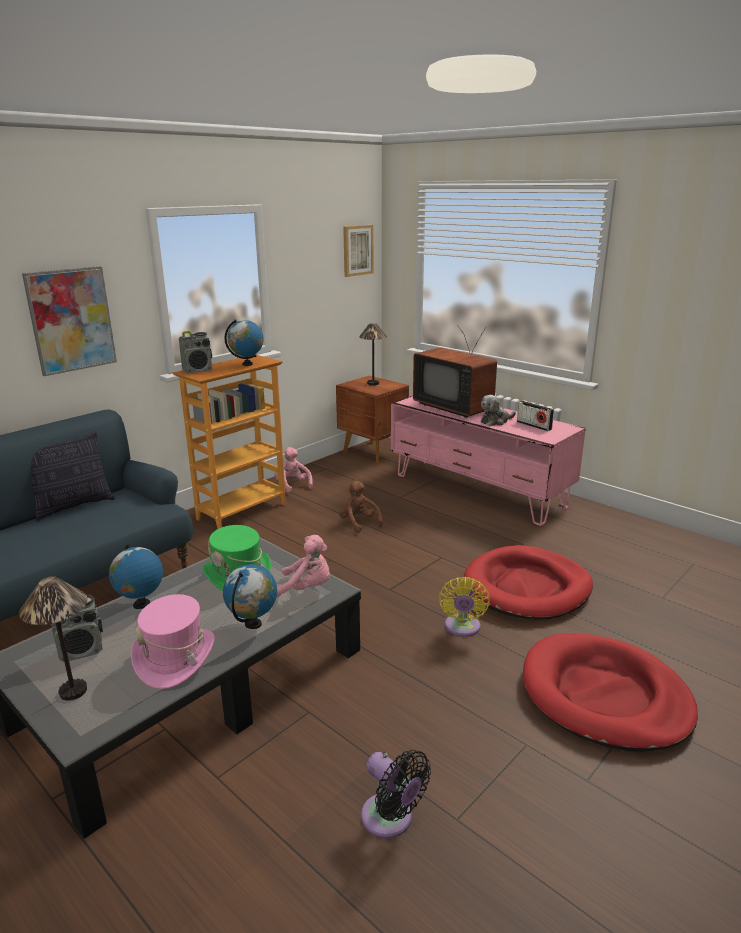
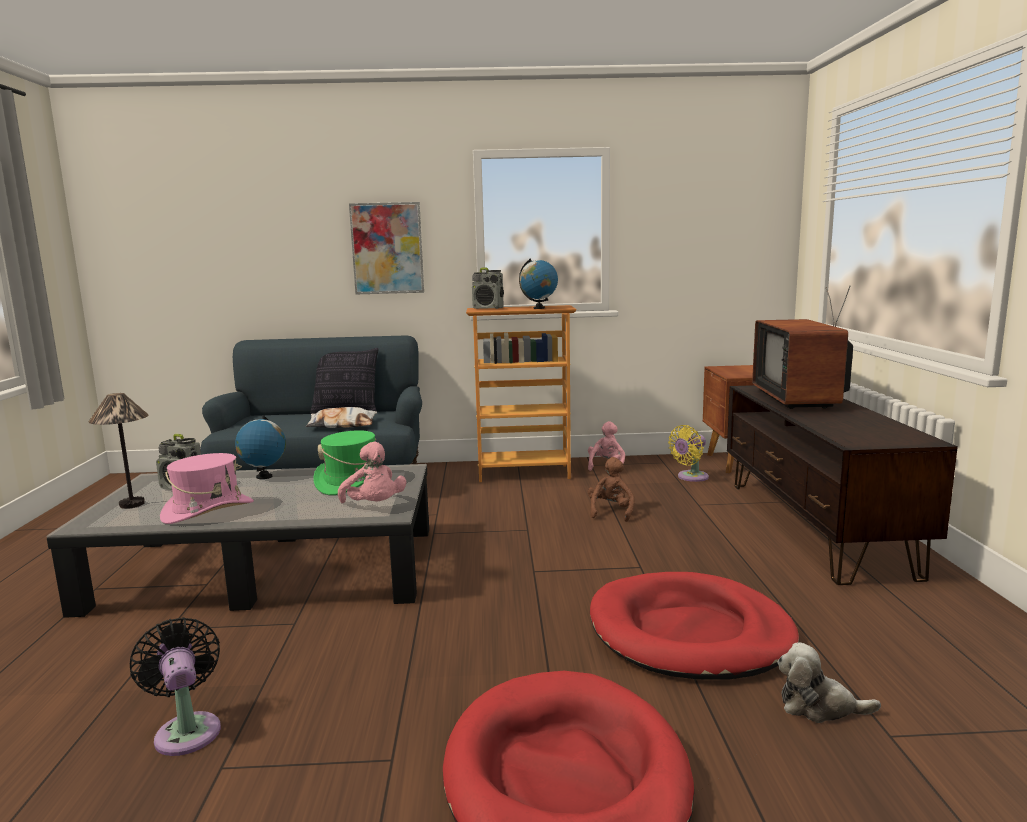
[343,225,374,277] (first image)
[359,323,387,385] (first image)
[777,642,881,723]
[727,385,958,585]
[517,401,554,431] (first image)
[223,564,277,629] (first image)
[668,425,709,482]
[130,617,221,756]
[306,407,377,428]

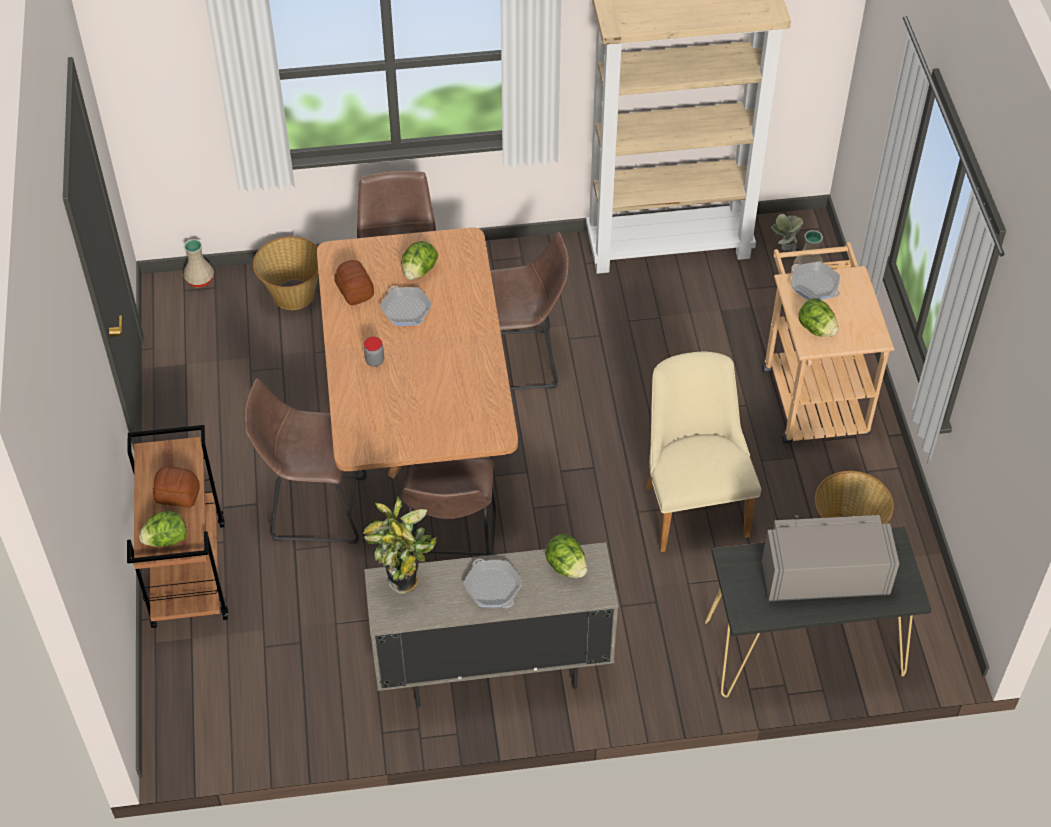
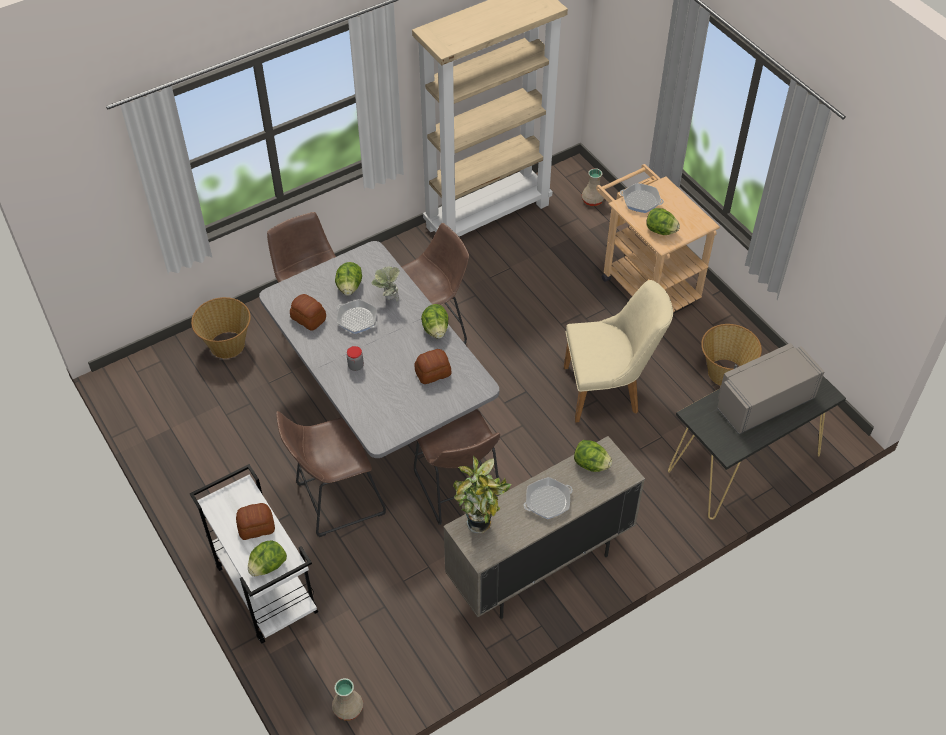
[371,266,400,301]
[259,241,499,458]
[332,678,363,720]
[564,280,673,423]
[190,464,318,644]
[524,477,573,519]
[421,304,449,339]
[414,349,452,384]

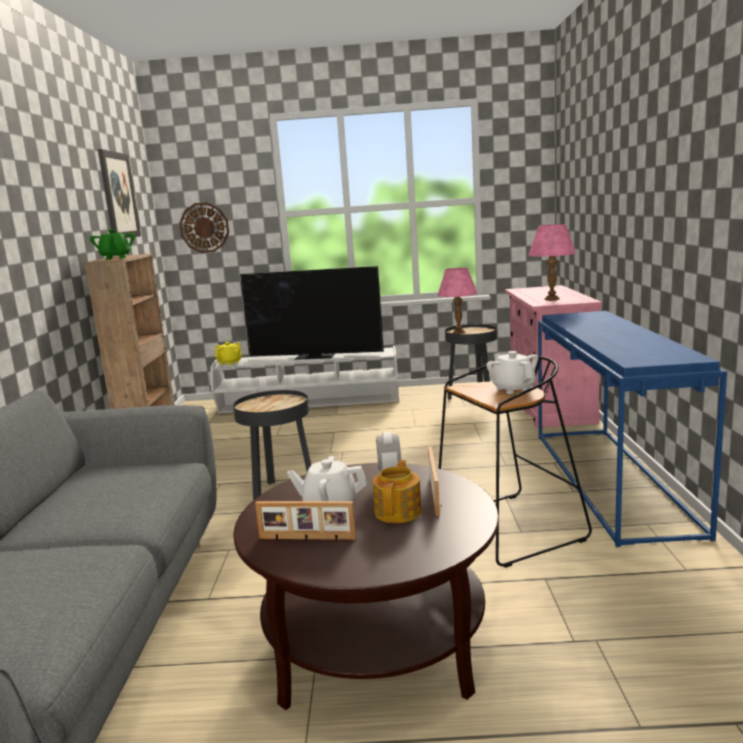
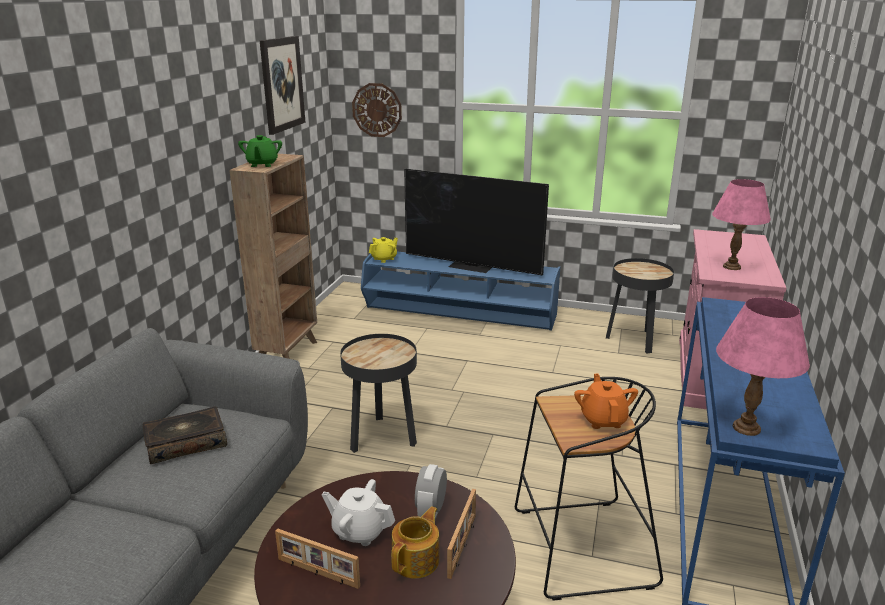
[716,297,810,436]
[361,252,560,331]
[574,374,638,429]
[143,406,227,464]

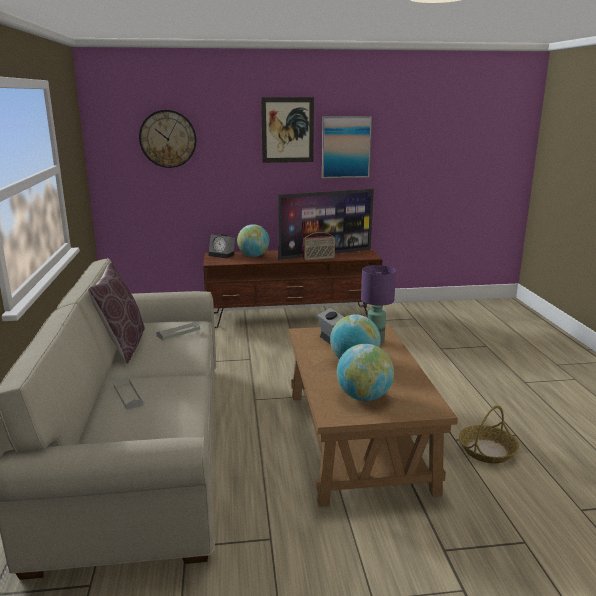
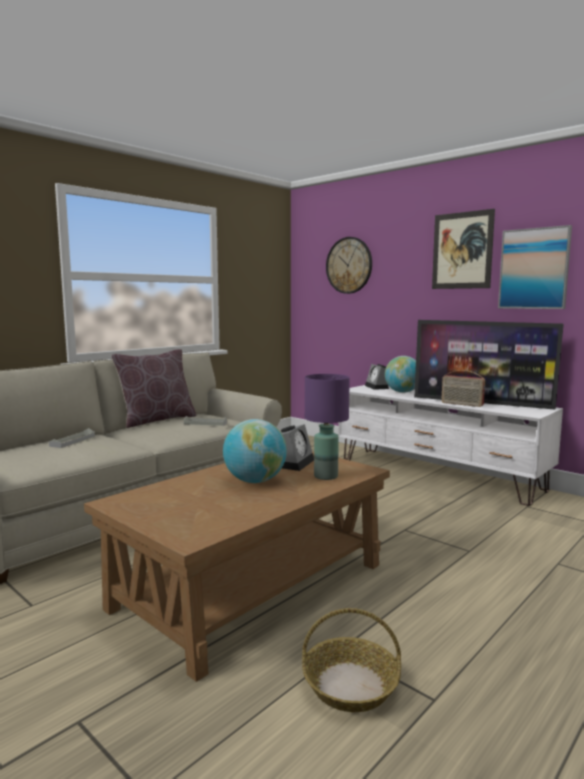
[338,385,563,506]
[337,344,394,401] (first image)

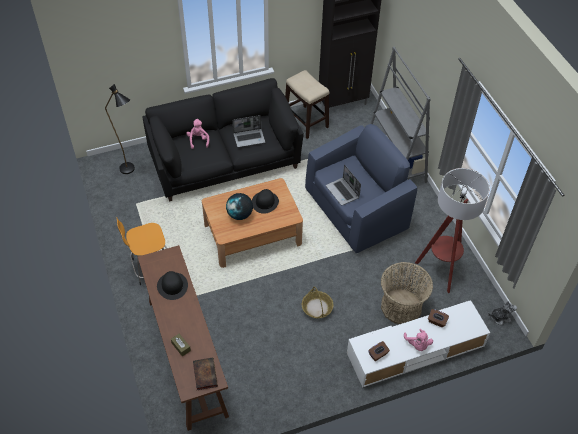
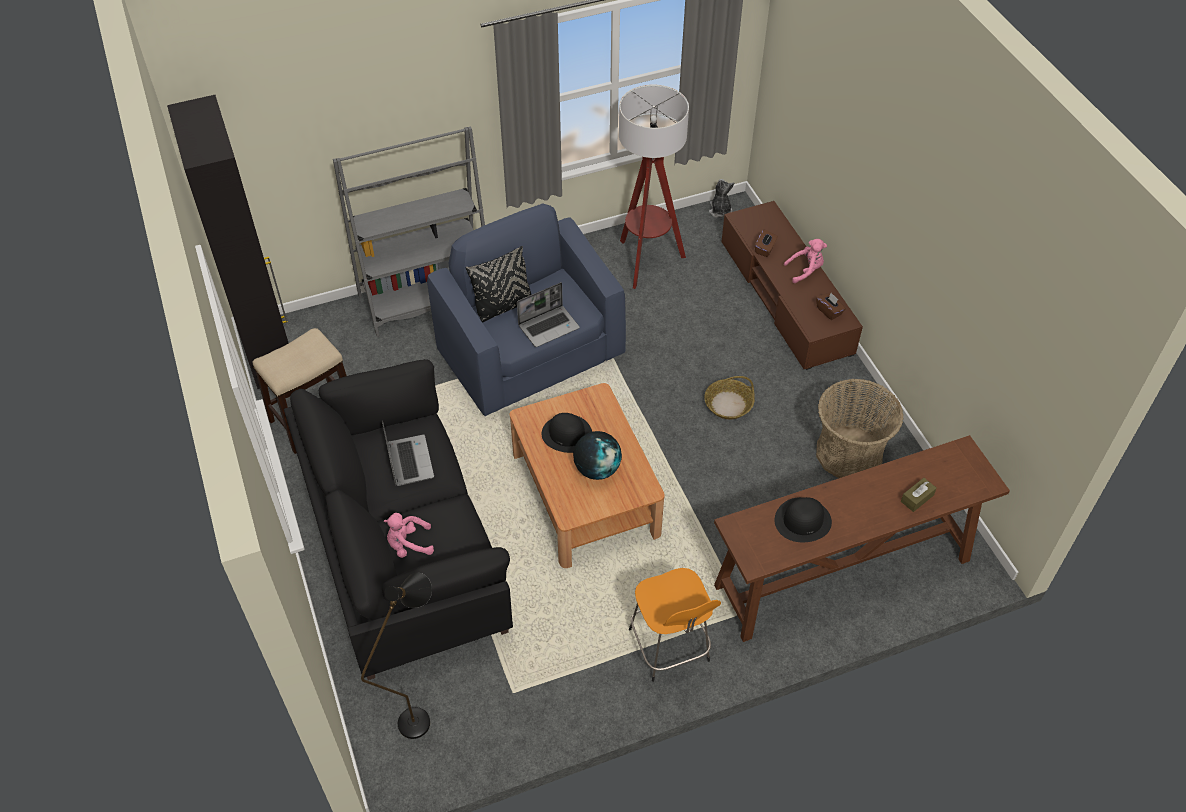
[816,379,904,478]
[721,201,863,370]
[193,357,218,390] (first image)
[466,246,531,323]

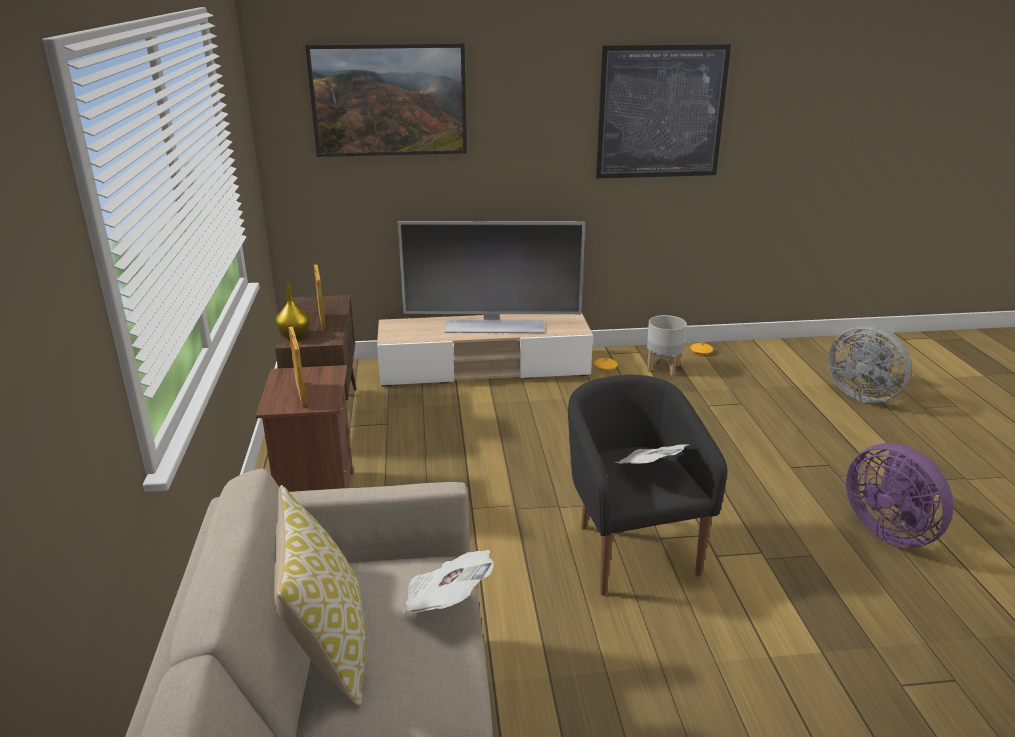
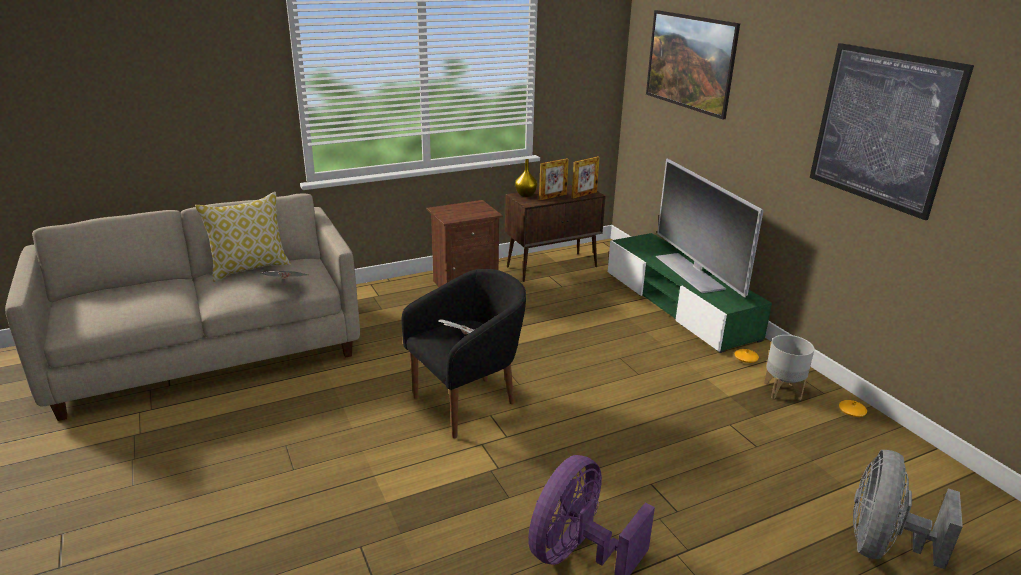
[608,233,772,353]
[572,156,600,199]

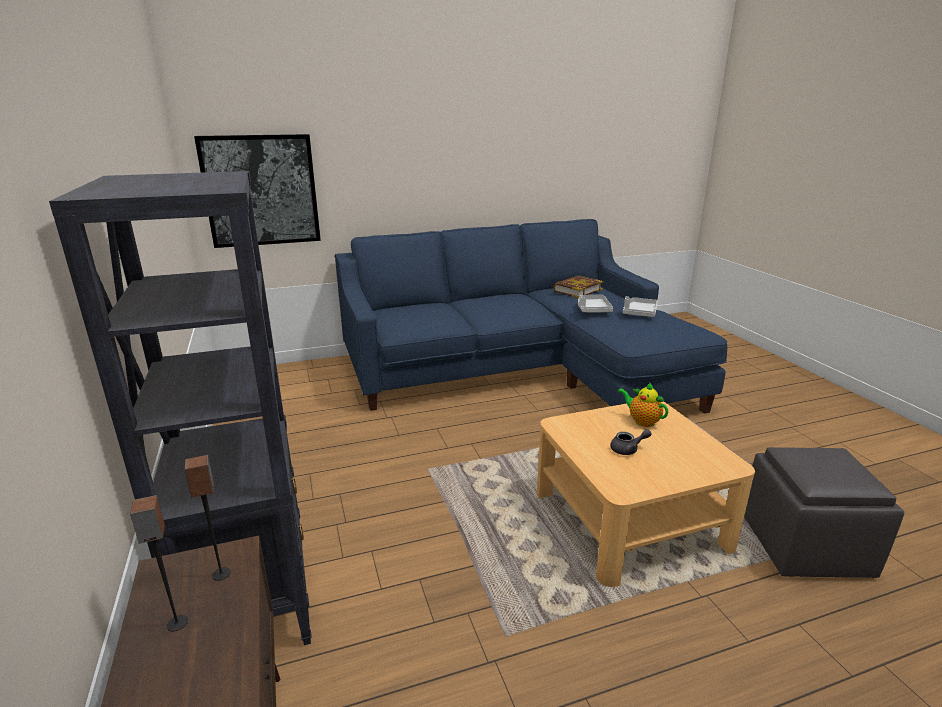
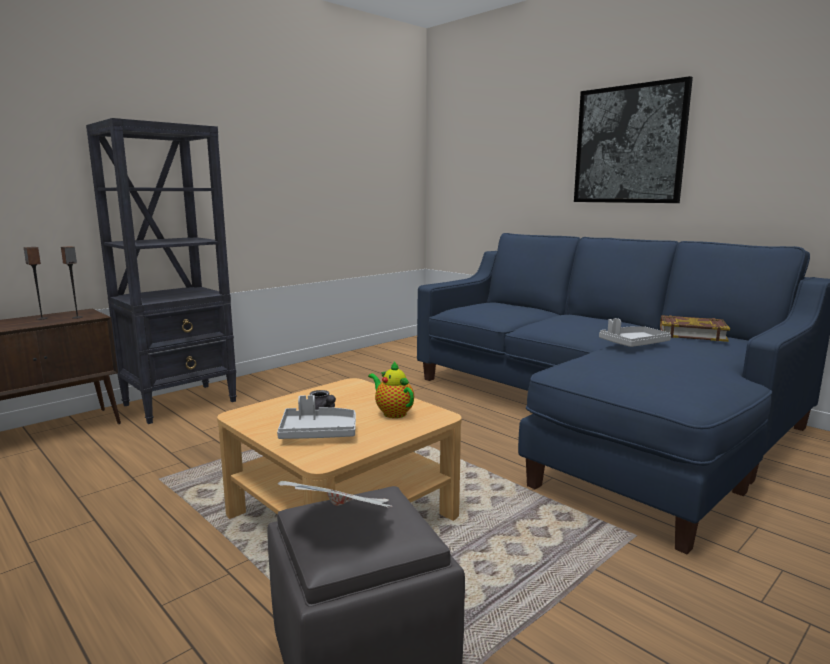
[574,76,693,203]
[277,395,356,439]
[368,361,414,418]
[278,481,392,508]

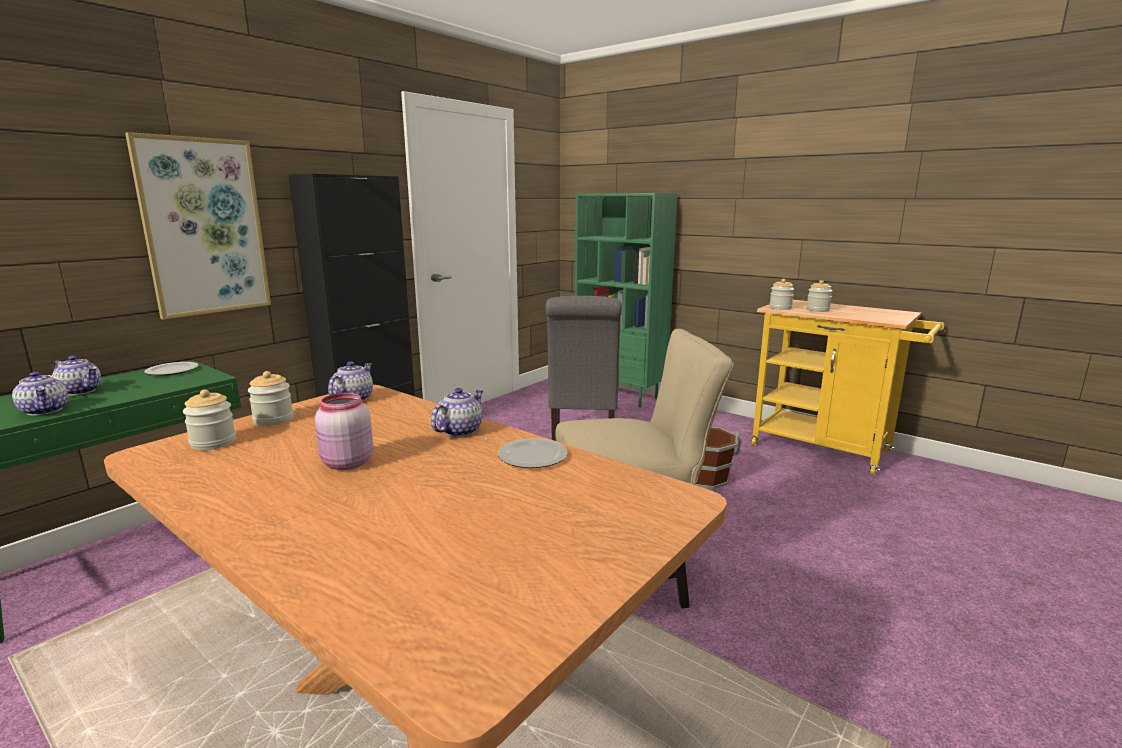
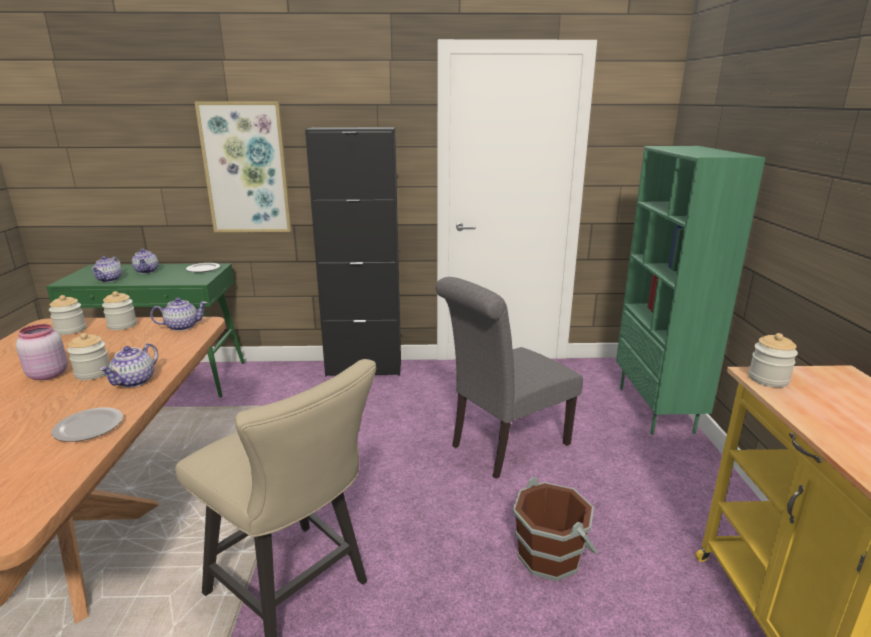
[67,333,110,380]
[99,343,158,388]

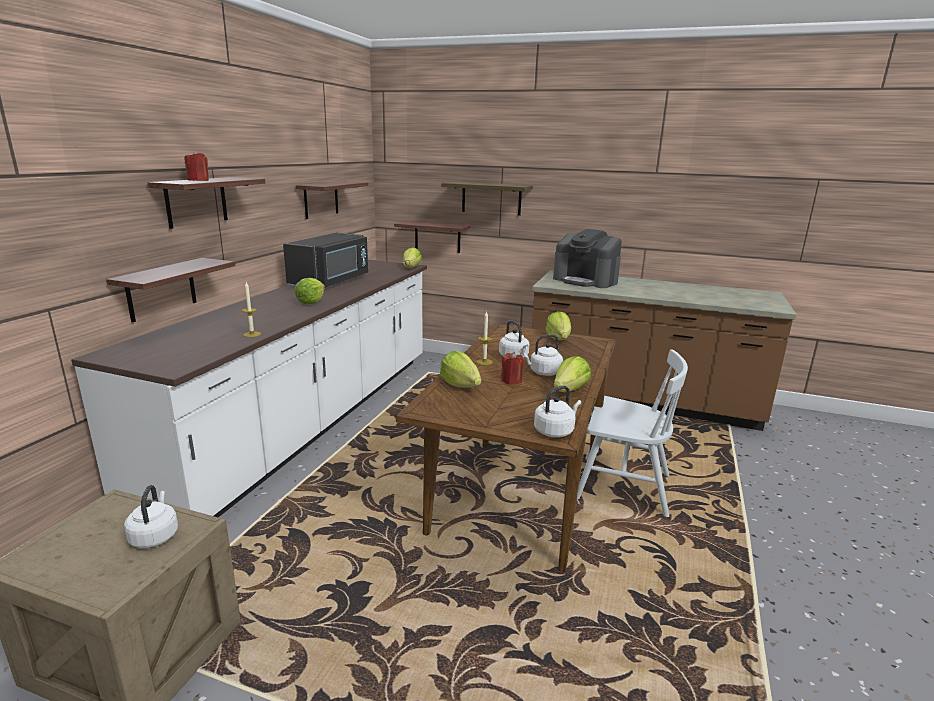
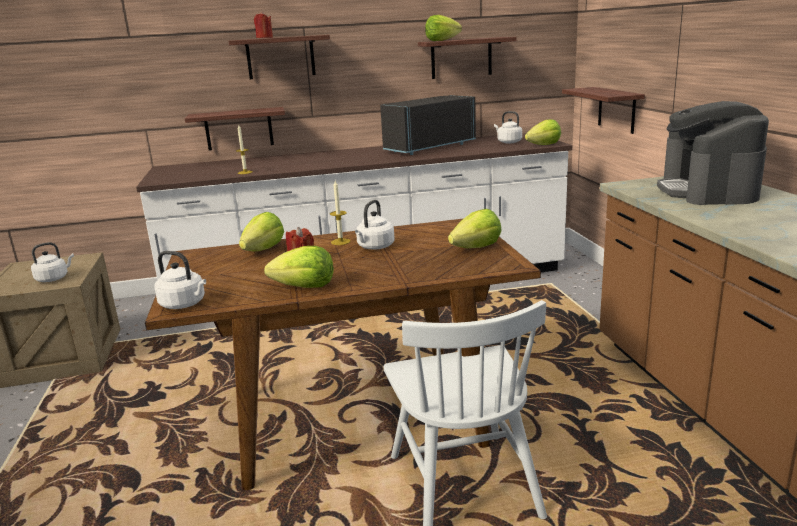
[441,181,533,216] (first image)
[380,95,476,155]
[425,15,462,41]
[494,111,522,143]

